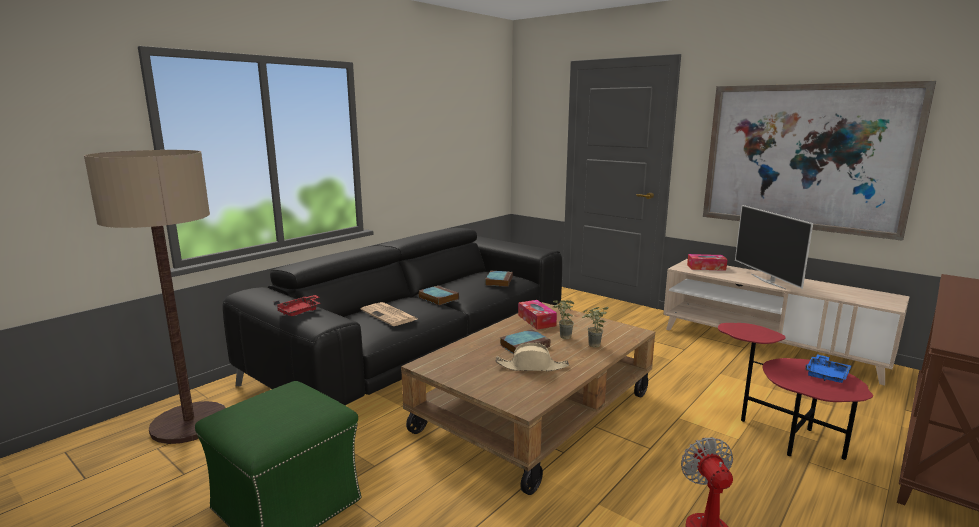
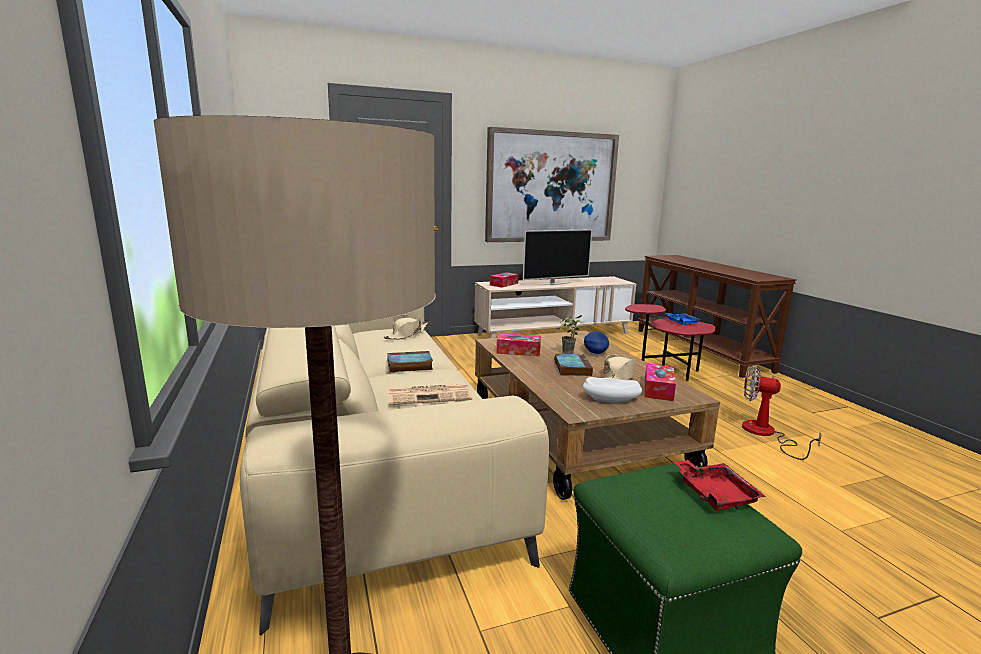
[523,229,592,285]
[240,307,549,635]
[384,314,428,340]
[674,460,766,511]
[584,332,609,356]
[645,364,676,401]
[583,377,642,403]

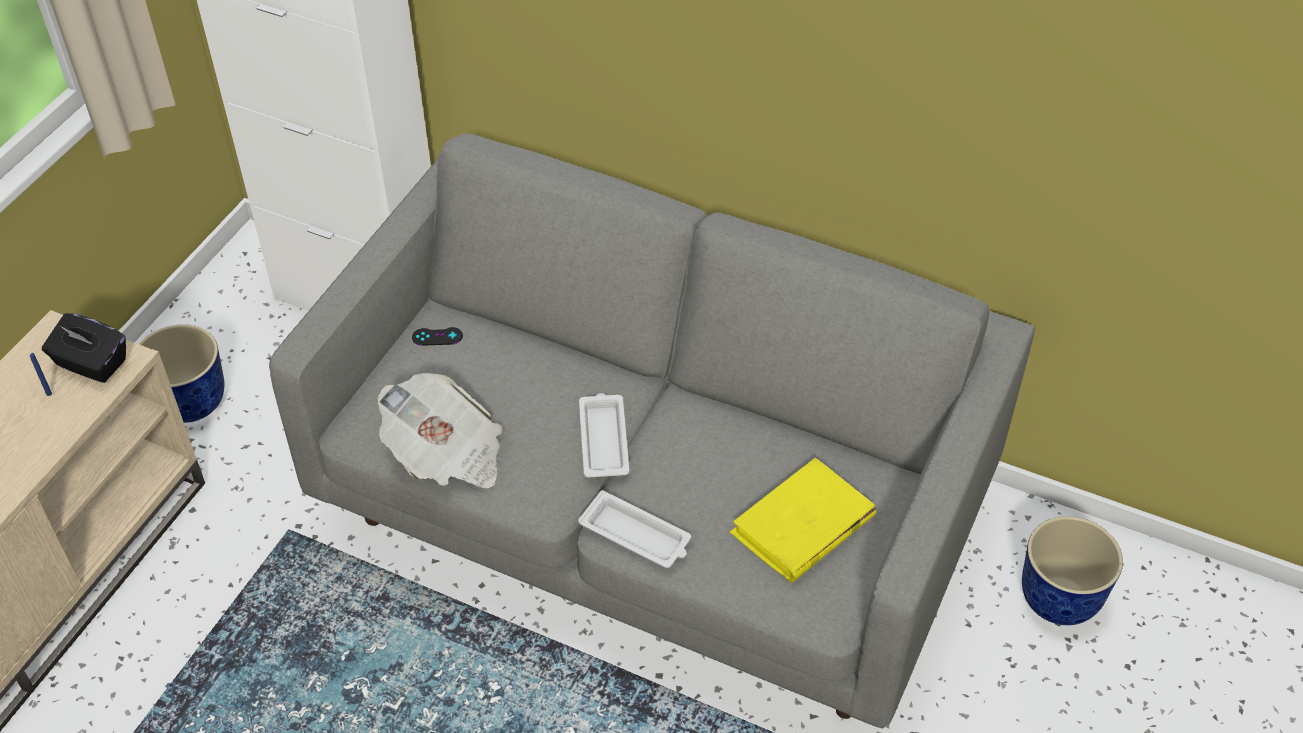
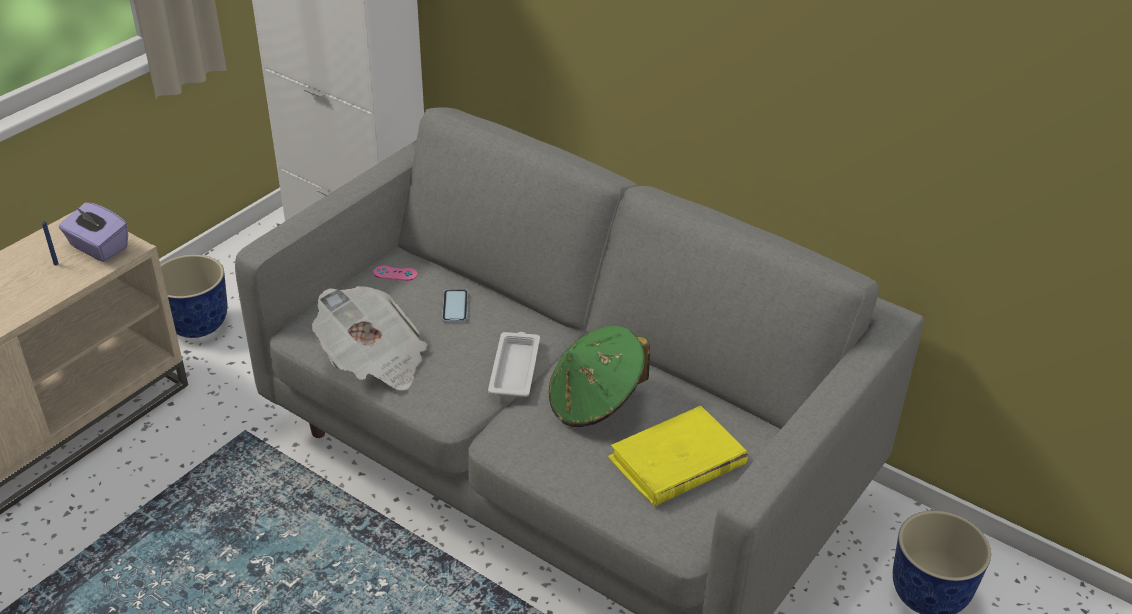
[59,203,128,262]
[373,265,417,281]
[578,490,691,568] (first image)
[442,290,468,322]
[549,326,650,427]

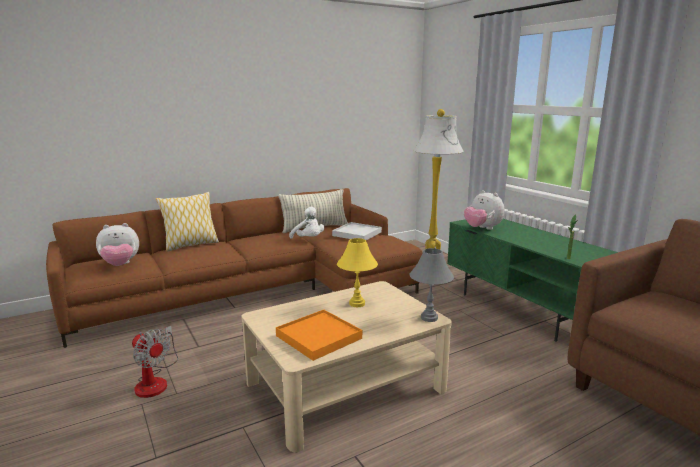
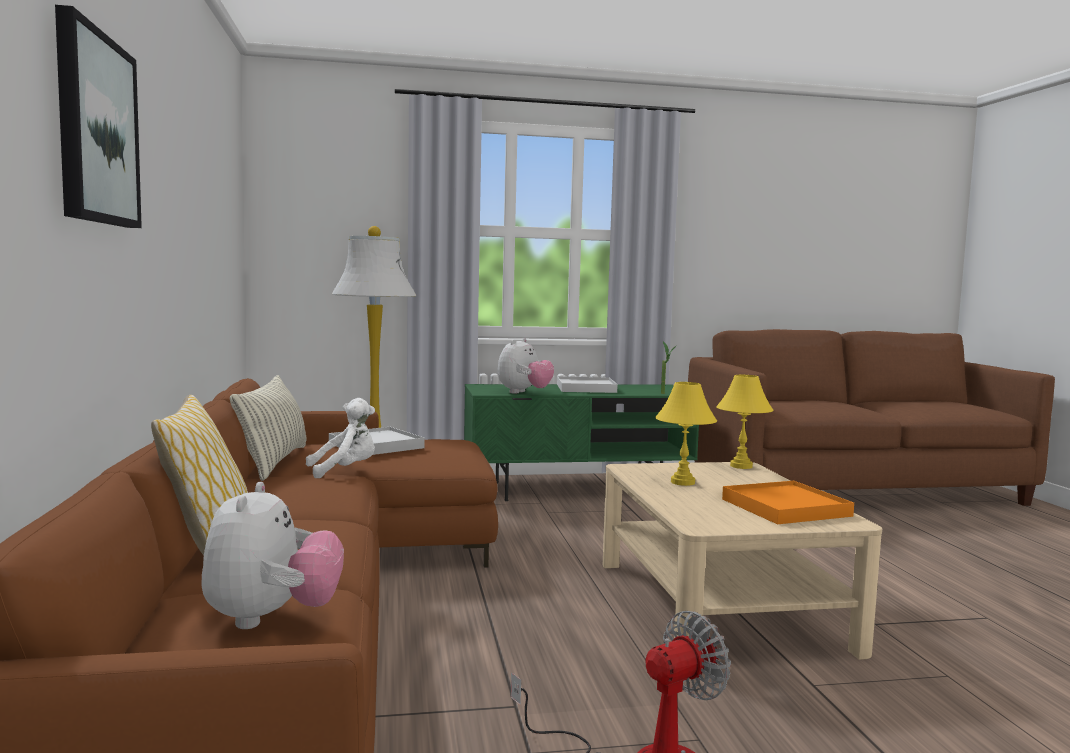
[497,338,554,394]
[716,375,774,469]
[55,5,142,228]
[557,376,618,393]

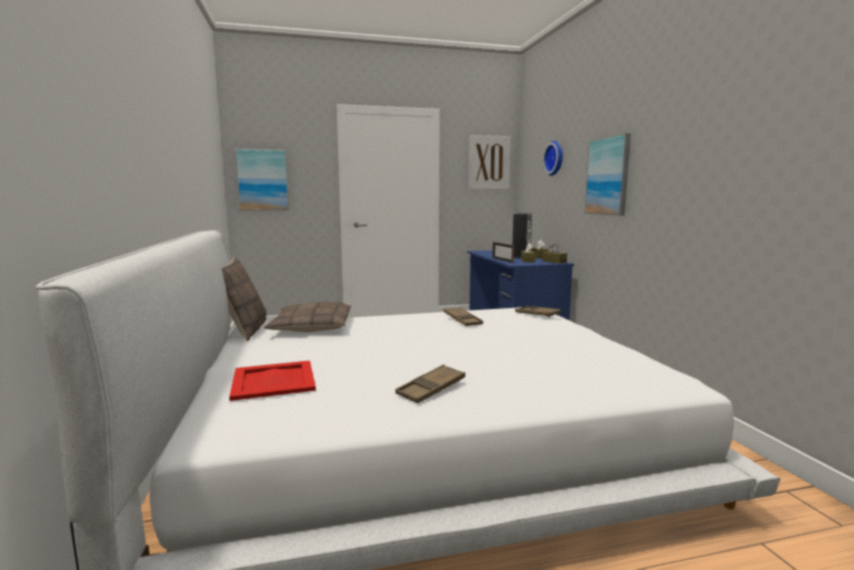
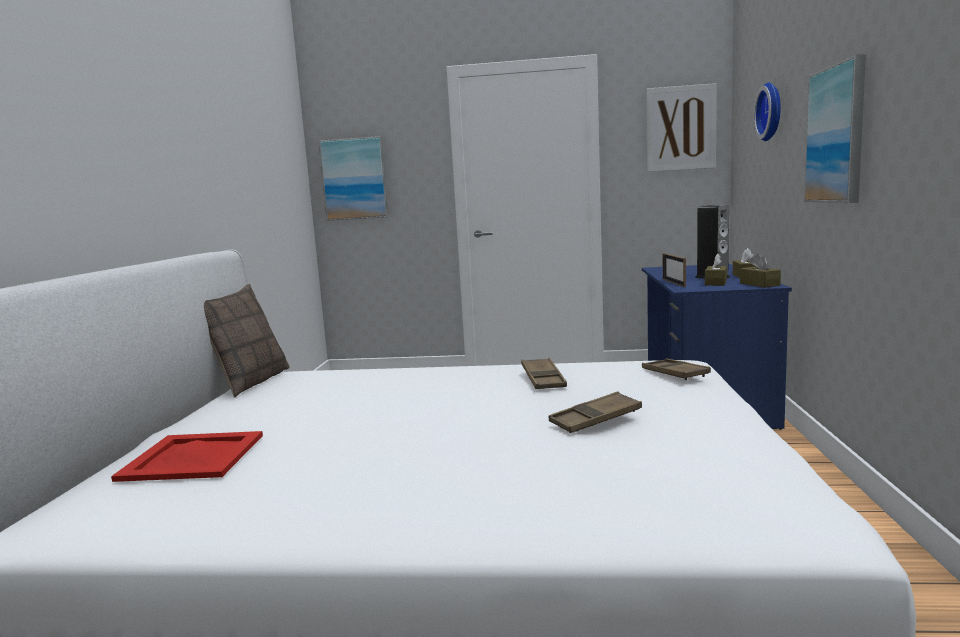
[264,302,351,332] (first image)
[549,391,642,433]

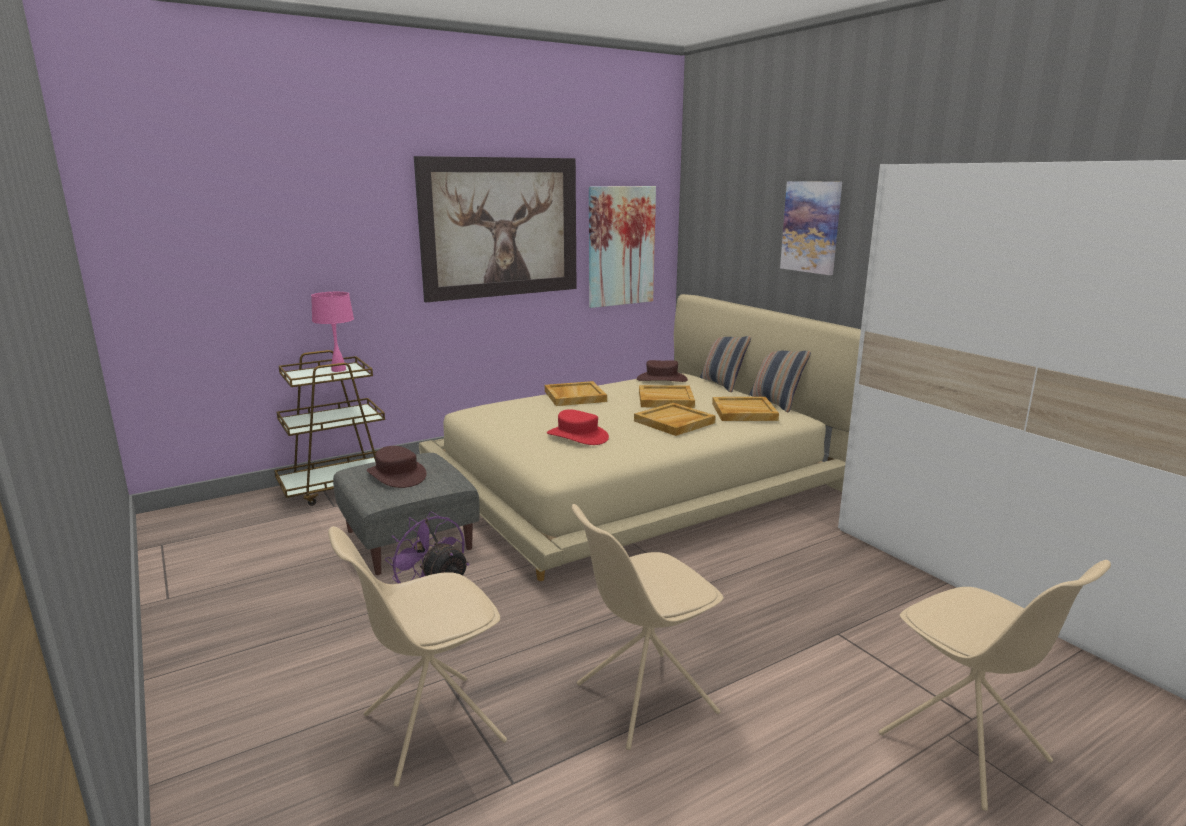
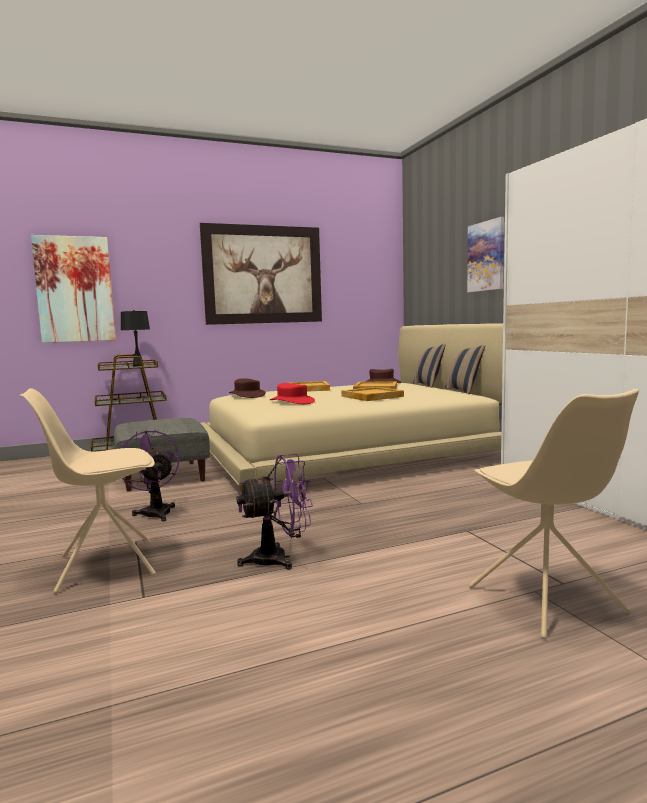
[31,235,116,343]
[121,310,150,366]
[712,397,779,421] (first image)
[229,378,266,398]
[236,454,313,570]

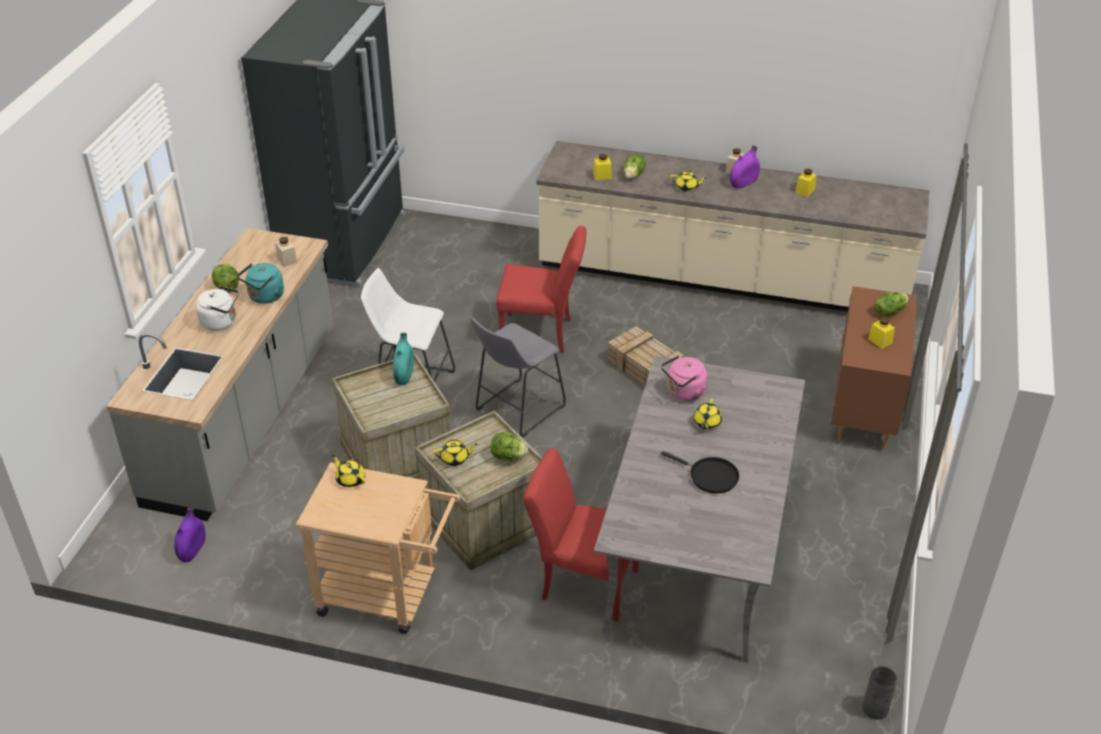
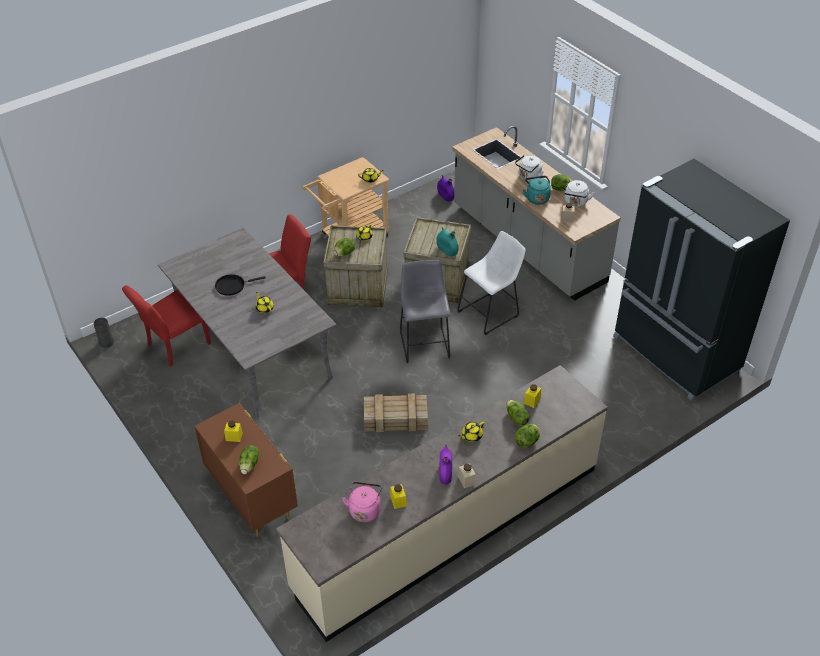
[122,285,211,367]
[342,482,382,522]
[564,180,594,207]
[514,424,540,448]

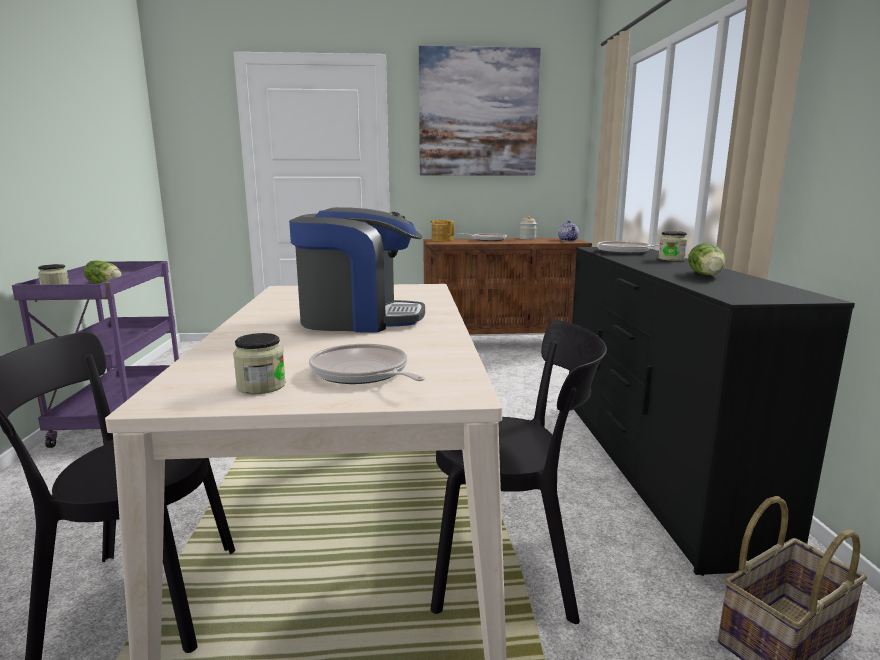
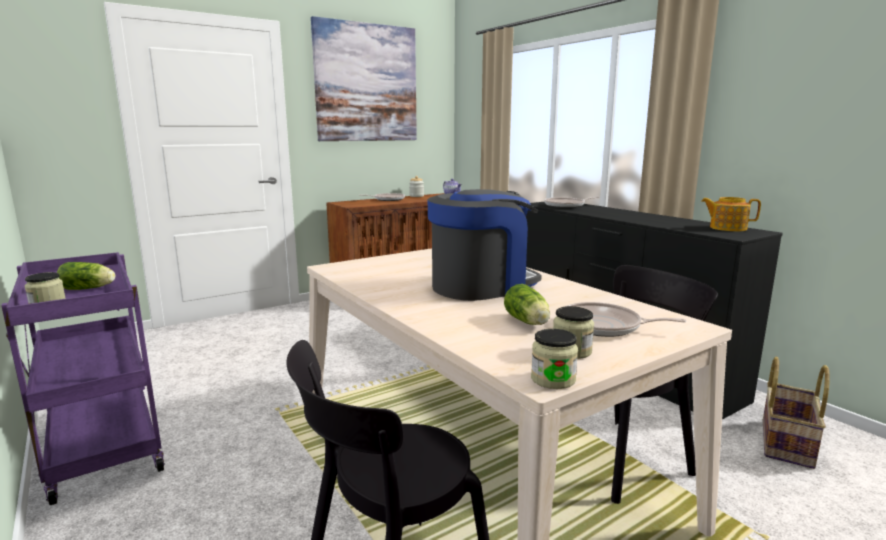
[701,197,761,231]
[531,329,578,389]
[504,284,550,325]

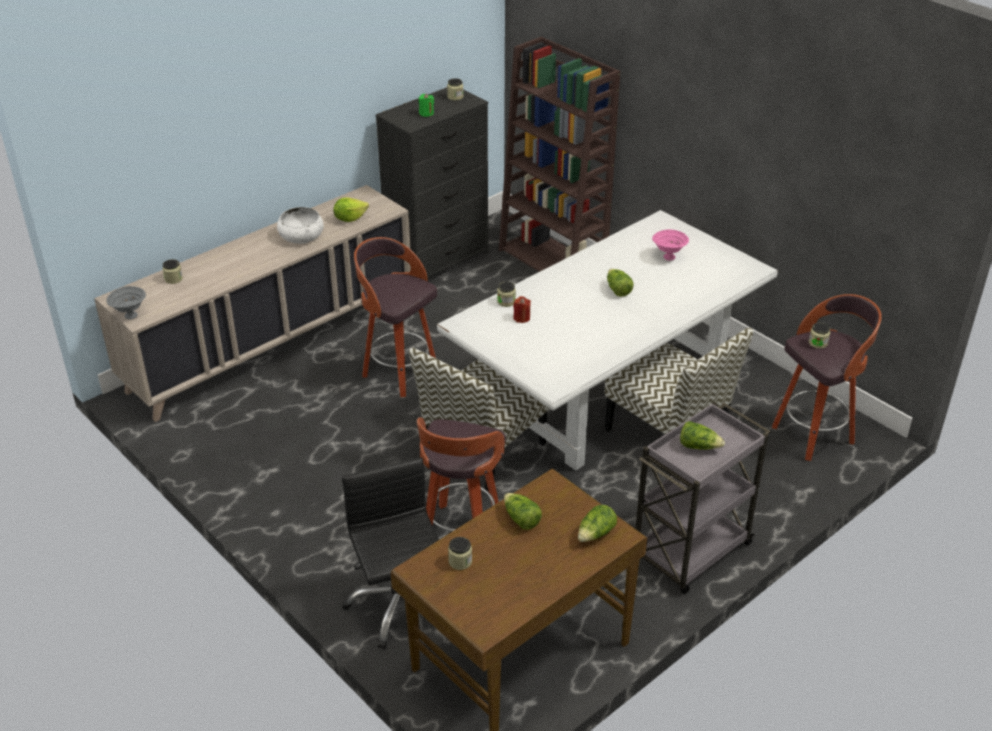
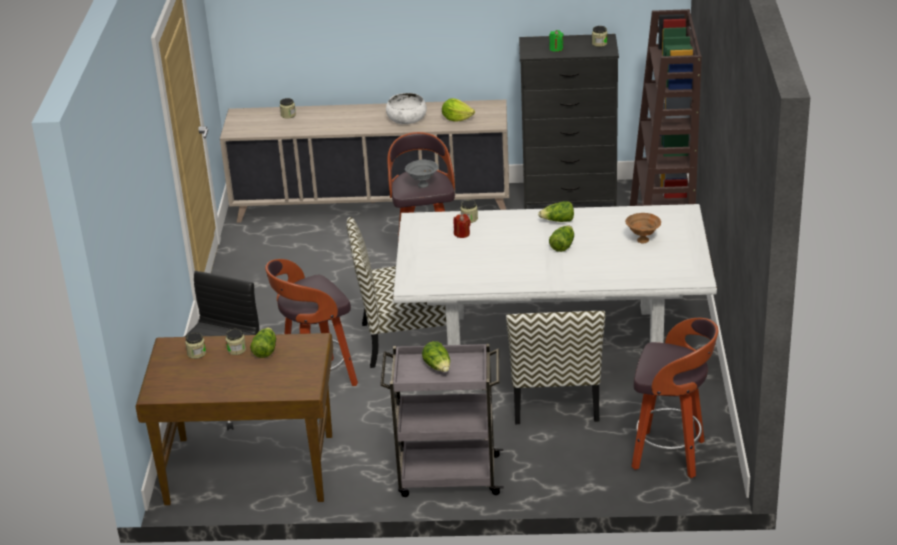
[625,213,661,244]
[405,160,438,188]
[225,329,246,355]
[538,201,574,222]

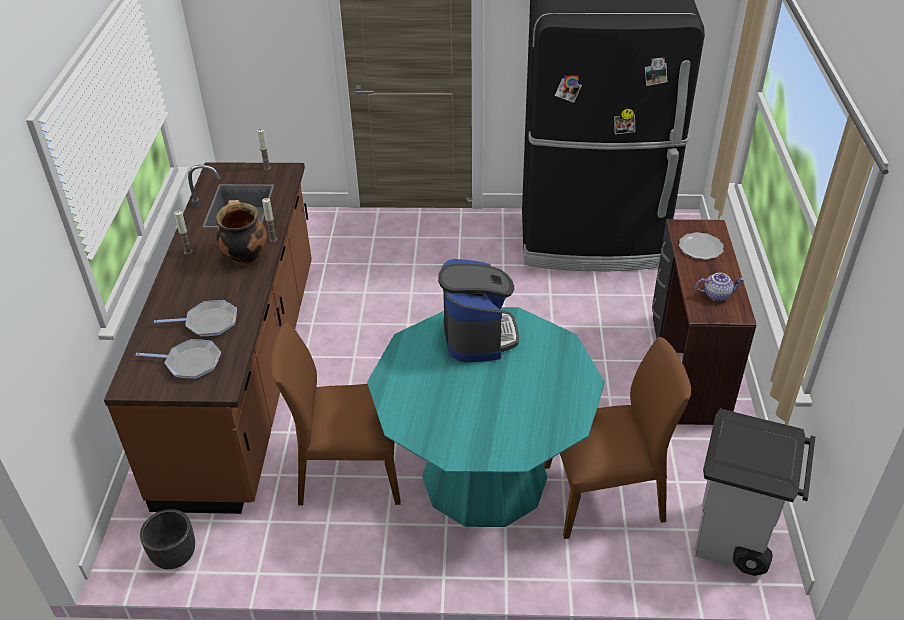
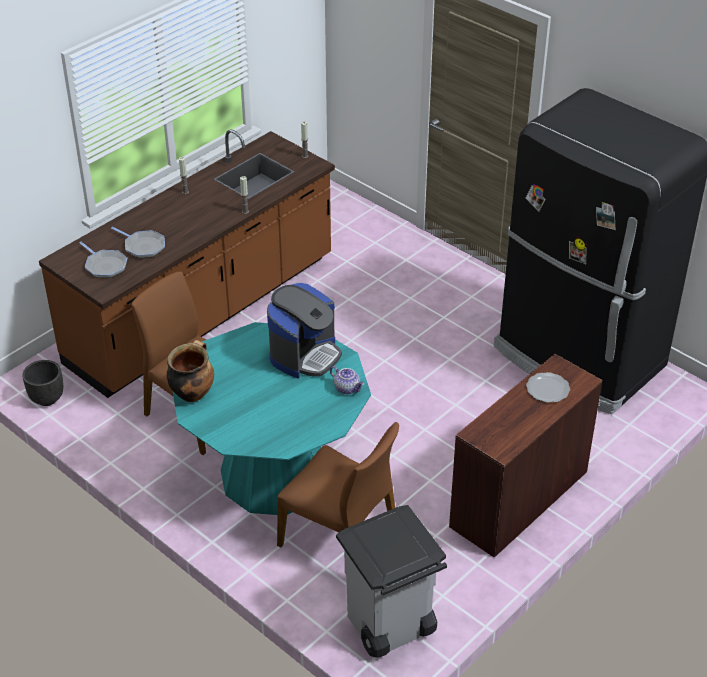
[166,340,214,402]
[330,366,364,394]

